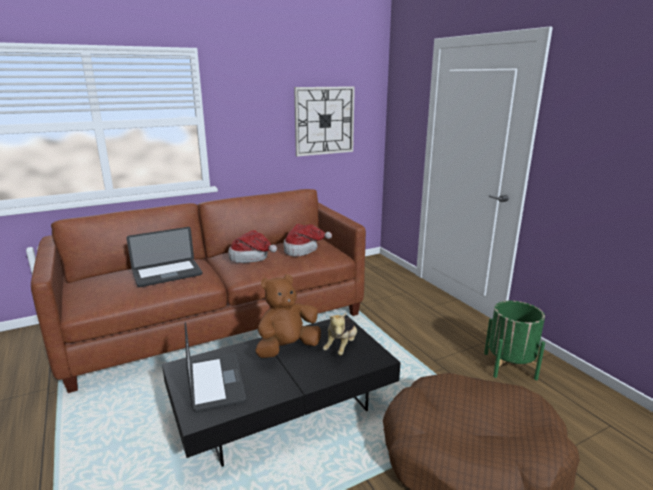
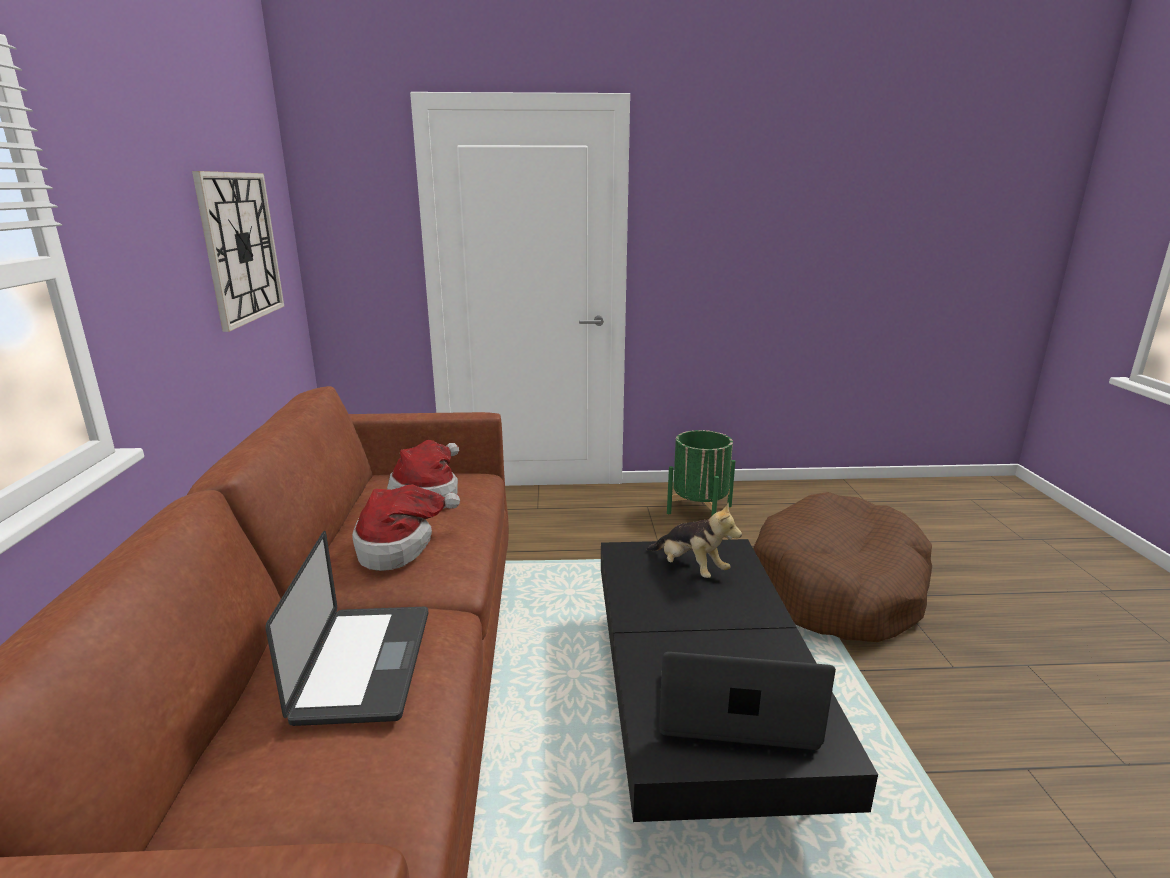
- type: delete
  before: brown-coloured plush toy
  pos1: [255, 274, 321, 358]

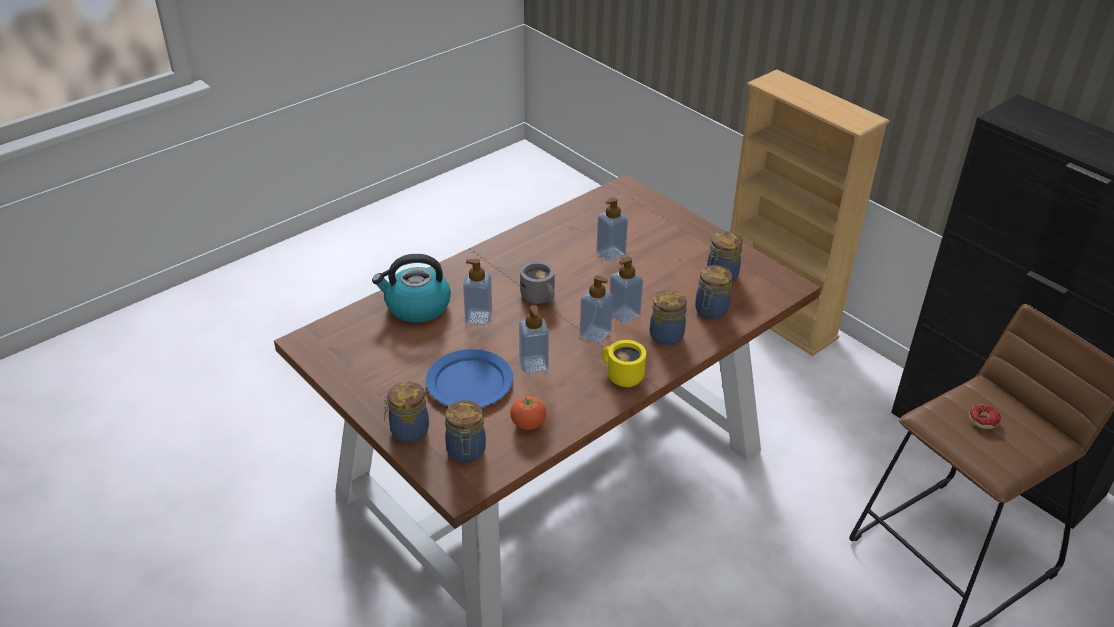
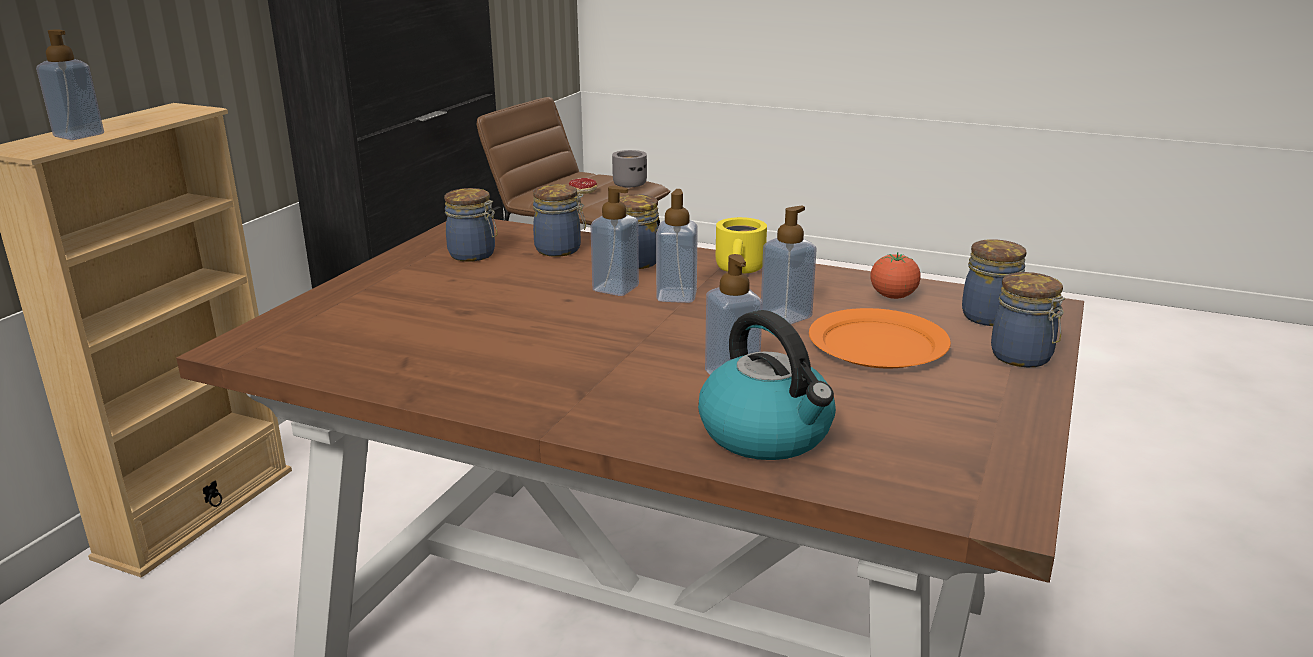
- type: recolor
  before: bluish dinner plate
  after: orange dinner plate
  pos1: [426, 349, 513, 407]
  pos2: [809, 308, 951, 368]
- type: move
  before: greyish mug
  pos1: [520, 261, 555, 304]
  pos2: [612, 150, 647, 187]
- type: move
  before: liquid soap bottle
  pos1: [597, 197, 628, 261]
  pos2: [36, 29, 104, 140]

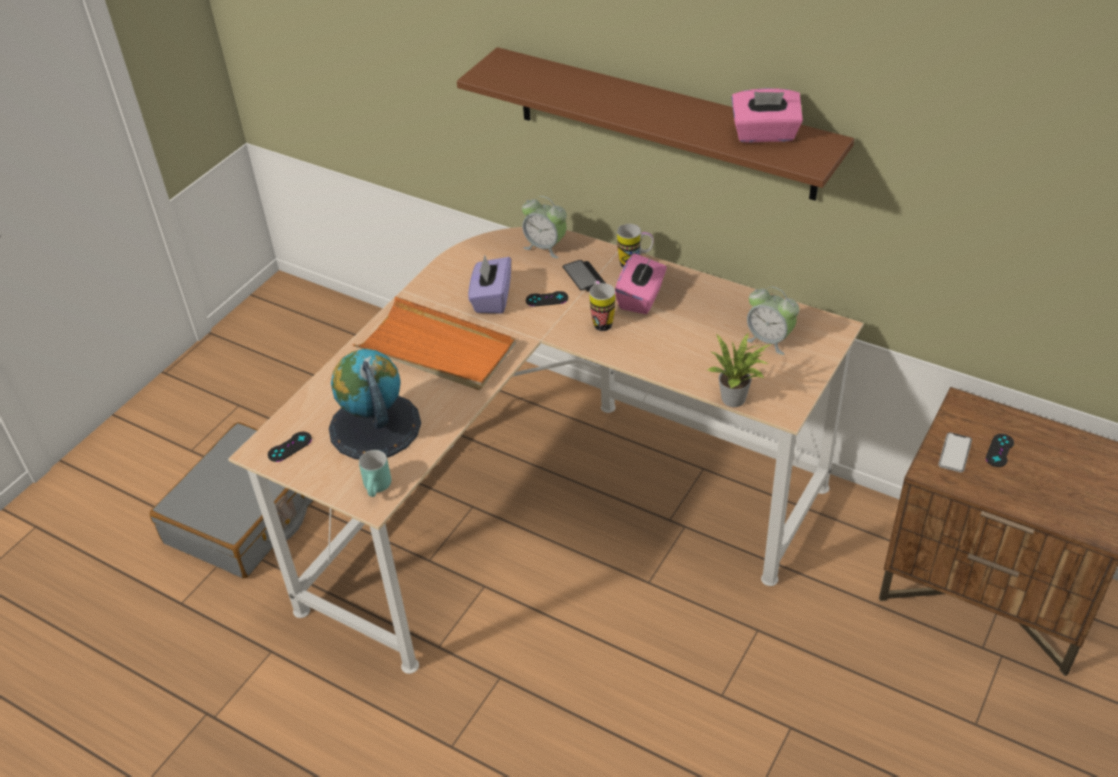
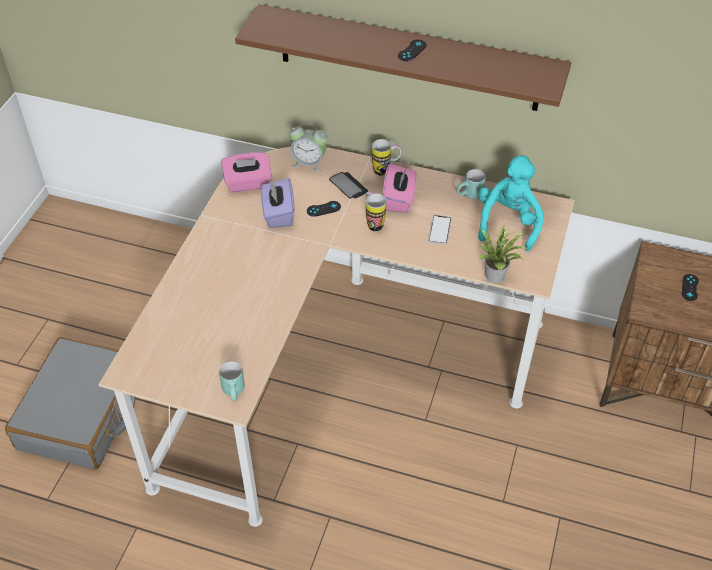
- type: move
  before: blackish gamepad
  pos1: [268, 432, 312, 462]
  pos2: [398, 40, 427, 61]
- type: delete
  before: desk globe
  pos1: [329, 349, 421, 459]
- type: delete
  before: orange serving tray
  pos1: [352, 296, 516, 390]
- type: move
  before: pinkish box of tissues
  pos1: [732, 88, 803, 143]
  pos2: [221, 152, 272, 192]
- type: replace
  before: bedside clock
  after: turquoise-coloured plush toy
  pos1: [747, 287, 799, 355]
  pos2: [478, 155, 544, 251]
- type: move
  before: phone
  pos1: [938, 432, 972, 472]
  pos2: [428, 215, 452, 244]
- type: insert
  after: turquoise-coloured mug
  pos2: [456, 169, 486, 199]

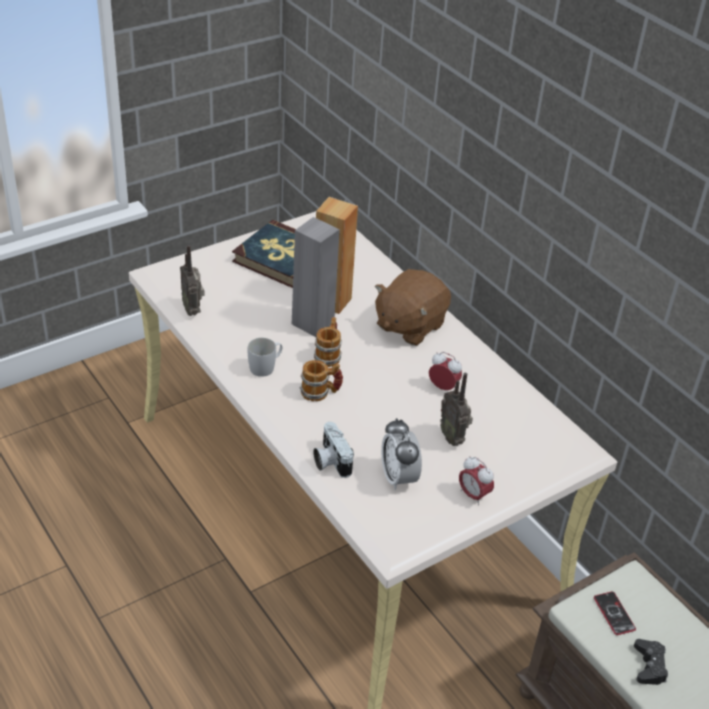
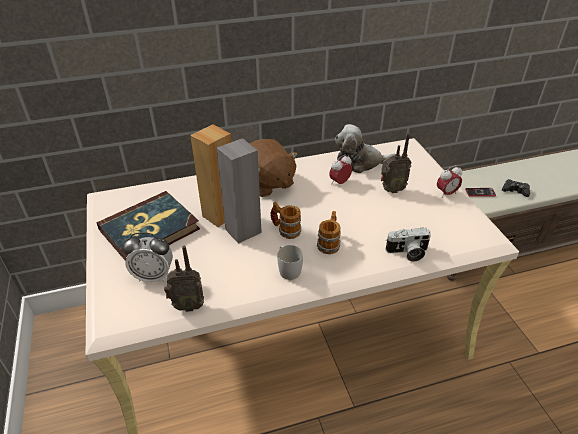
- type: move
  before: bedside clock
  pos1: [381, 418, 422, 490]
  pos2: [122, 232, 173, 282]
- type: insert
  after: plush toy
  pos2: [335, 124, 395, 173]

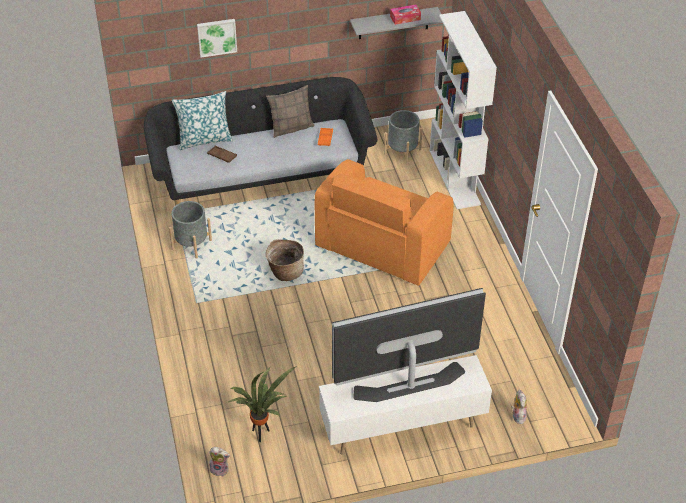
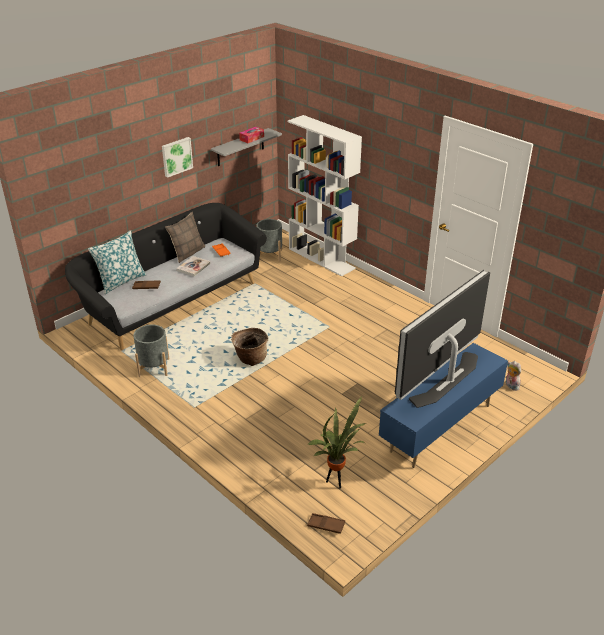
- type: move
  before: wall picture
  pos1: [197, 19, 237, 58]
  pos2: [162, 137, 193, 178]
- type: replace
  before: plush toy
  after: brown-coloured serving tray
  pos1: [209, 447, 230, 476]
  pos2: [307, 513, 345, 534]
- type: delete
  before: orange easy chair
  pos1: [315, 159, 454, 286]
- type: recolor
  before: white media console
  after: bluish media console
  pos1: [319, 355, 492, 455]
  pos2: [379, 343, 508, 468]
- type: insert
  after: volume
  pos2: [176, 256, 211, 276]

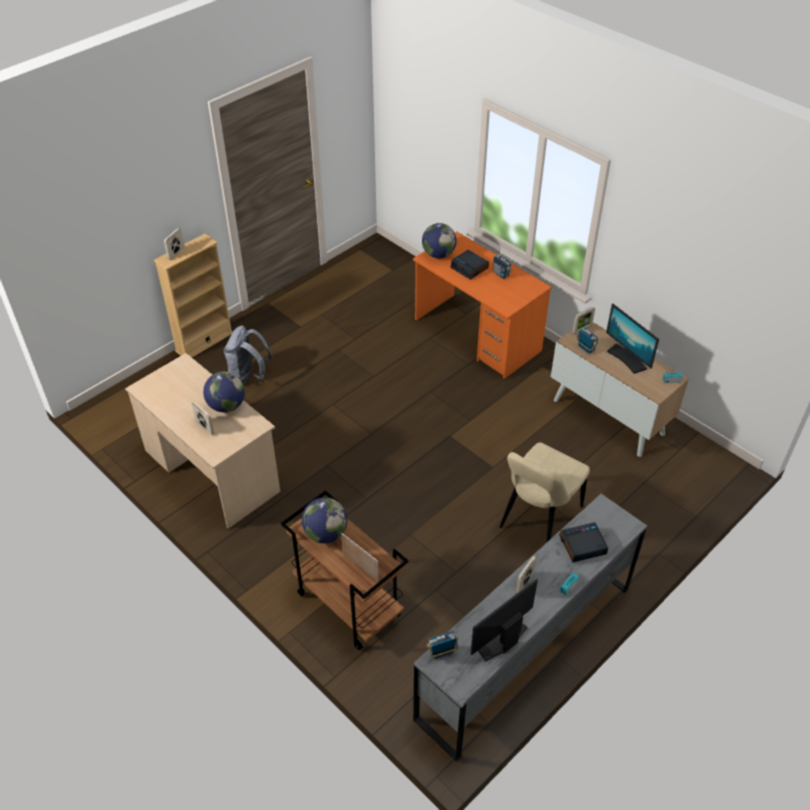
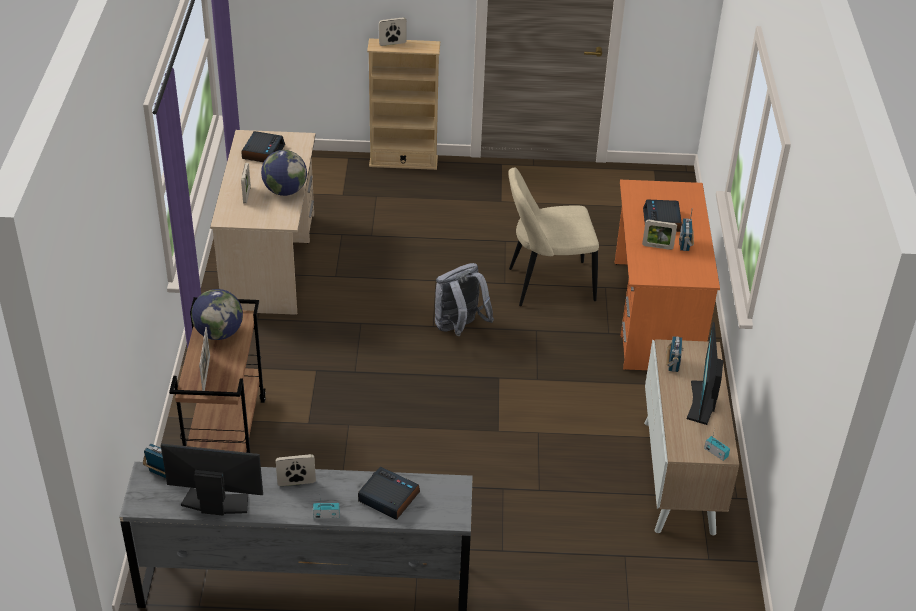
- type: move
  before: greyish knapsack
  pos1: [223, 326, 273, 385]
  pos2: [435, 263, 494, 336]
- type: delete
  before: desk globe
  pos1: [422, 223, 457, 258]
- type: move
  before: beige plain chair
  pos1: [500, 442, 590, 543]
  pos2: [509, 168, 599, 306]
- type: move
  before: picture frame
  pos1: [572, 307, 595, 335]
  pos2: [642, 220, 677, 250]
- type: insert
  after: bedside clock
  pos2: [241, 131, 285, 162]

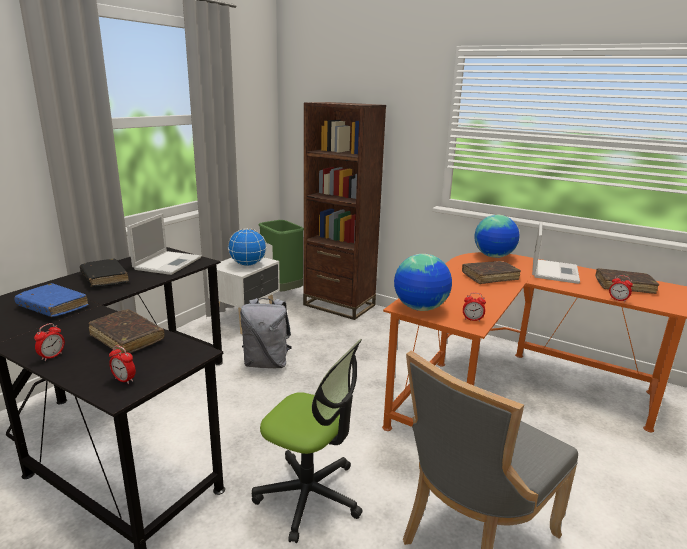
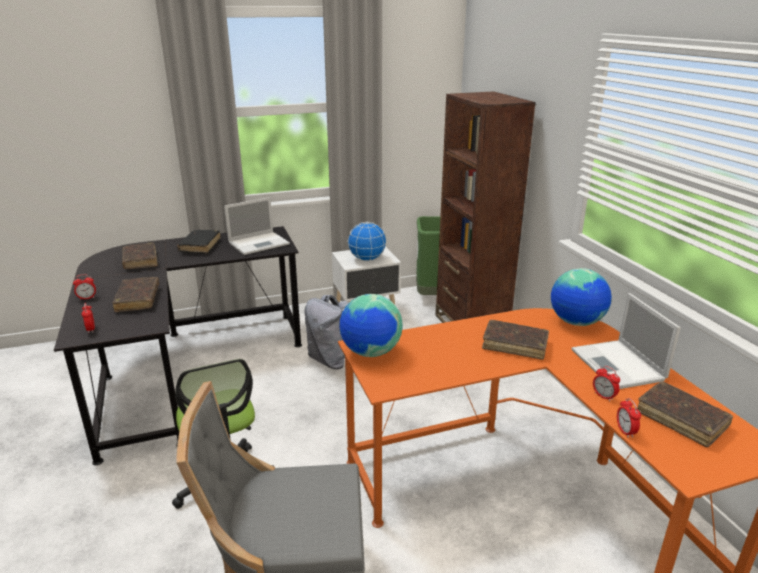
- type: recolor
  before: bluish volume
  after: brown-coloured volume
  pos1: [14, 283, 89, 317]
  pos2: [122, 242, 158, 269]
- type: move
  before: bedside clock
  pos1: [463, 293, 486, 322]
  pos2: [593, 366, 620, 401]
- type: rotate
  before: laptop
  pos1: [532, 222, 580, 284]
  pos2: [571, 293, 681, 389]
  turn: 105

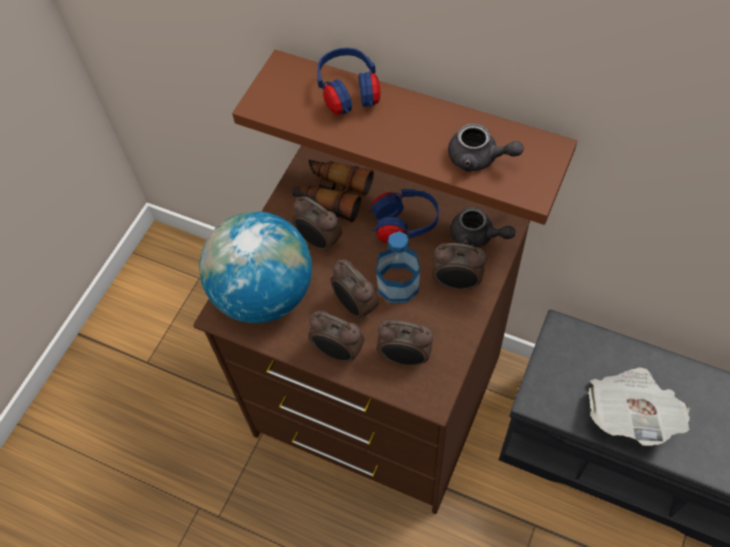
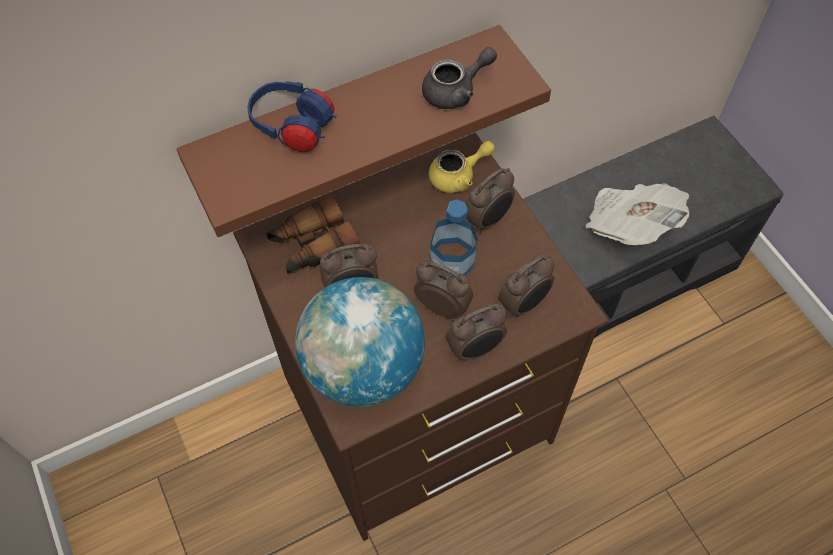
- type: rotate
  before: bedside clock
  pos1: [331, 260, 379, 320]
  pos2: [414, 260, 473, 320]
  turn: -150
- type: delete
  before: bluish headset
  pos1: [369, 189, 439, 243]
- type: recolor
  before: greyish tea pot
  after: yellowish tea pot
  pos1: [450, 207, 515, 247]
  pos2: [429, 141, 495, 193]

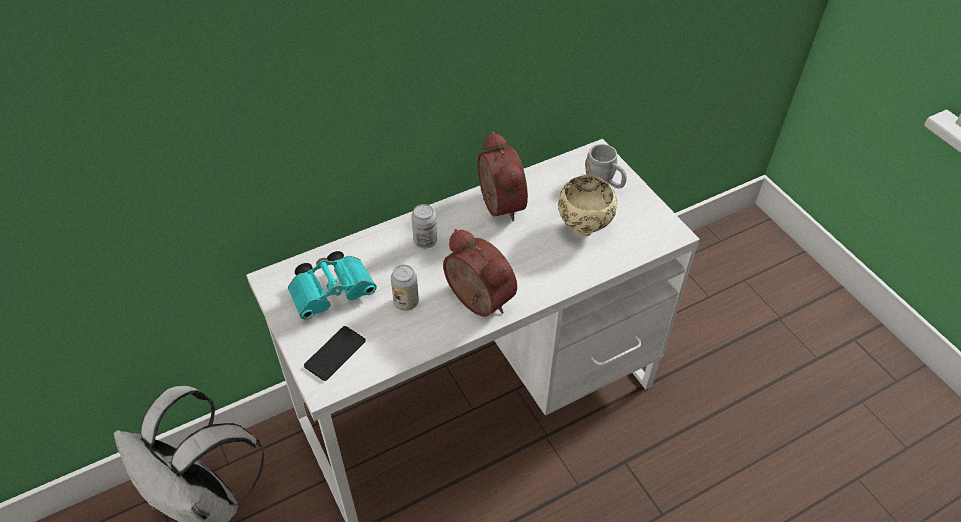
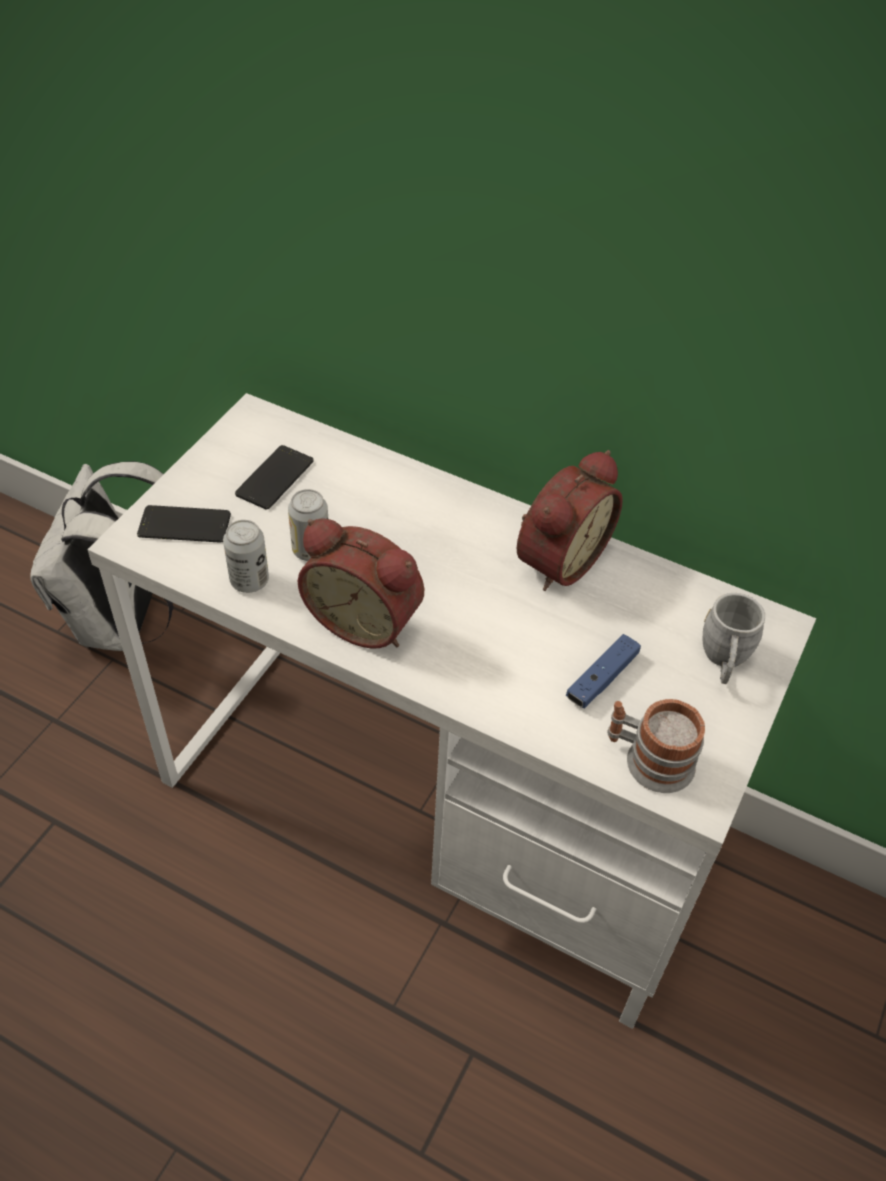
- type: replace
  before: turquoise-coloured field glasses
  after: phone
  pos1: [288, 251, 377, 320]
  pos2: [235, 445, 314, 509]
- type: move
  before: sealed can
  pos1: [411, 204, 437, 249]
  pos2: [223, 520, 269, 593]
- type: rotate
  before: bedside clock
  pos1: [443, 229, 517, 317]
  pos2: [298, 518, 424, 648]
  turn: 105
- type: replace
  before: beige serving bowl
  after: bluish gamepad
  pos1: [558, 175, 617, 236]
  pos2: [566, 634, 641, 709]
- type: insert
  after: mug
  pos2: [607, 699, 705, 793]

